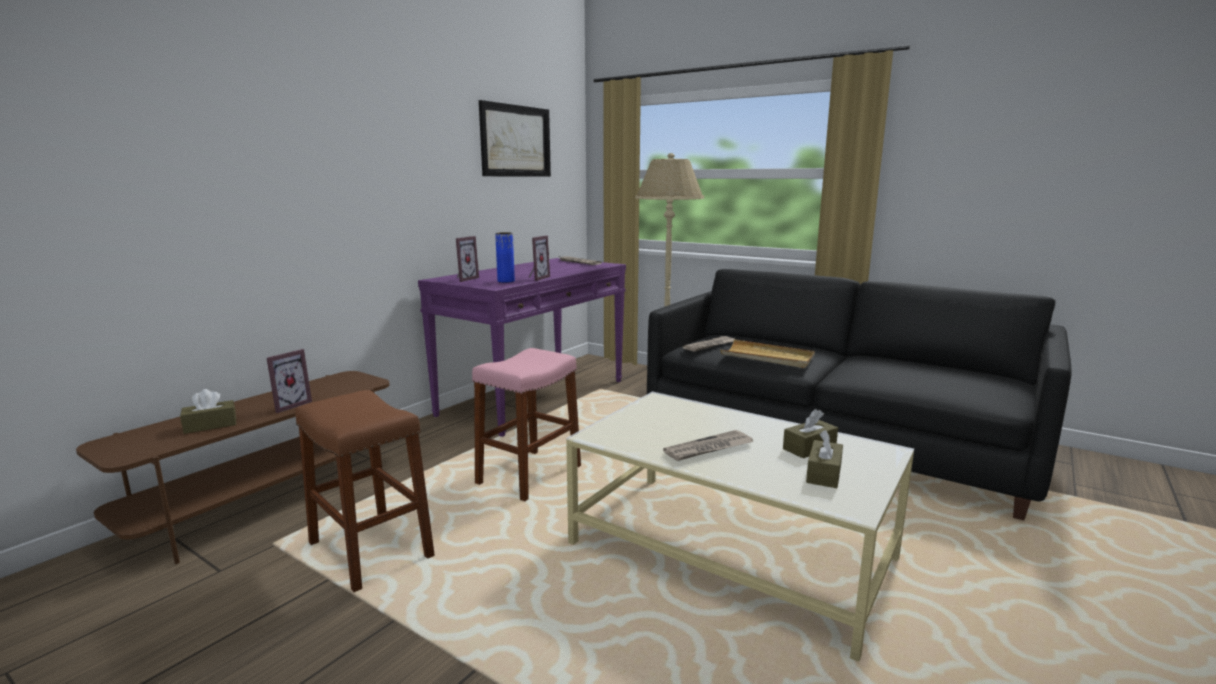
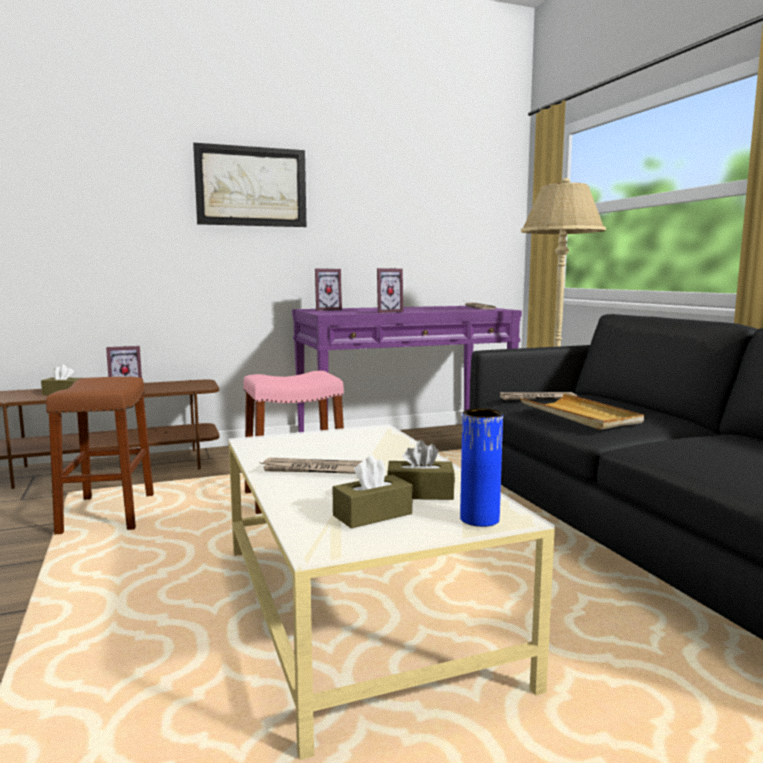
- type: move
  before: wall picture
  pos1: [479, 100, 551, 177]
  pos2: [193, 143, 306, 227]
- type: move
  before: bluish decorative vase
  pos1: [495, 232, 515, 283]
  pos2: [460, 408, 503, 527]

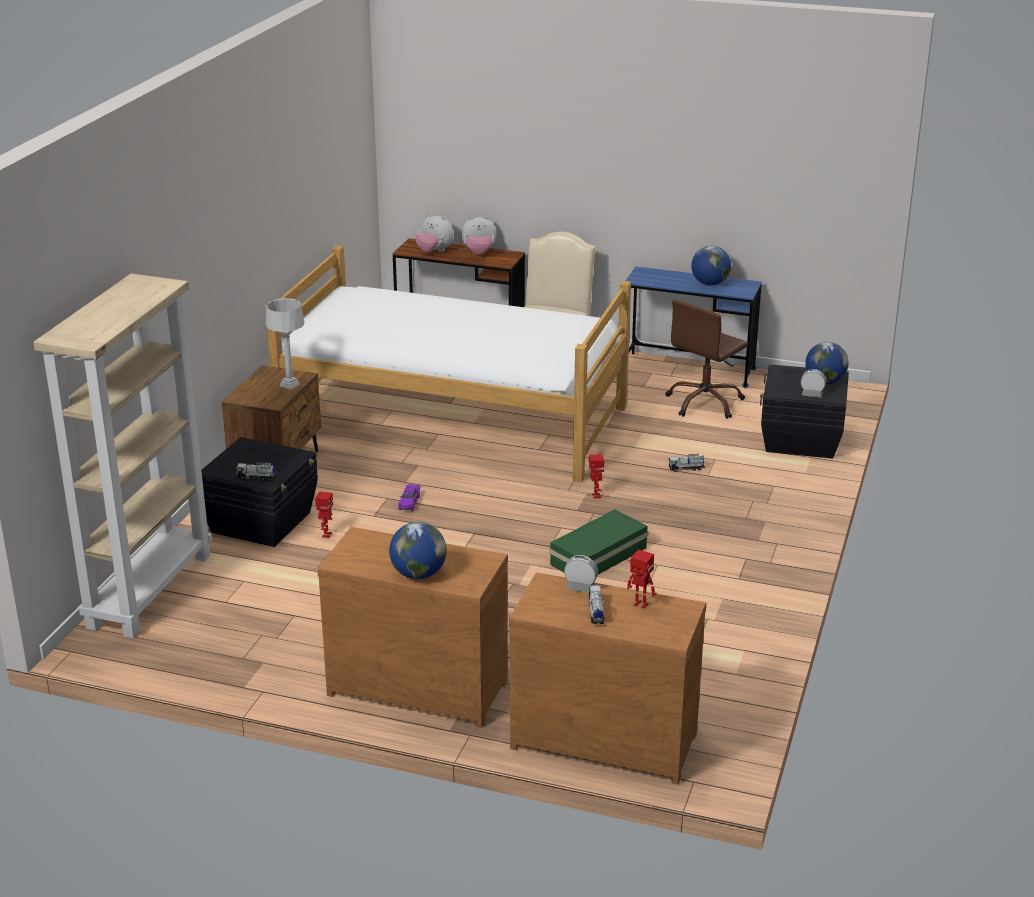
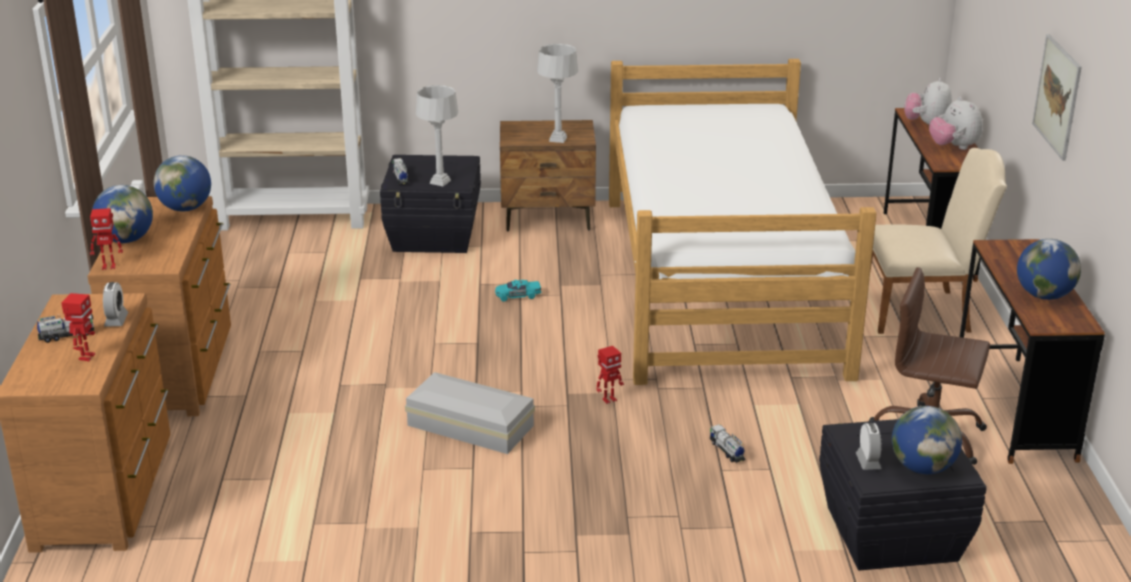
- type: move
  before: robot figure
  pos1: [315, 491, 333, 538]
  pos2: [90, 208, 123, 270]
- type: recolor
  before: purple toy car
  after: turquoise-coloured toy car
  pos1: [398, 484, 420, 511]
  pos2: [495, 280, 542, 302]
- type: recolor
  before: greenish storage box
  after: white storage box
  pos1: [549, 509, 649, 575]
  pos2: [405, 372, 535, 454]
- type: recolor
  before: bluish desk unit
  after: brown-coloured desk unit
  pos1: [626, 266, 762, 388]
  pos2: [960, 239, 1105, 464]
- type: insert
  after: desk globe
  pos2: [154, 155, 211, 211]
- type: insert
  after: greyish tabletop lamp
  pos2: [416, 85, 458, 186]
- type: insert
  after: wall picture
  pos2: [1032, 34, 1082, 161]

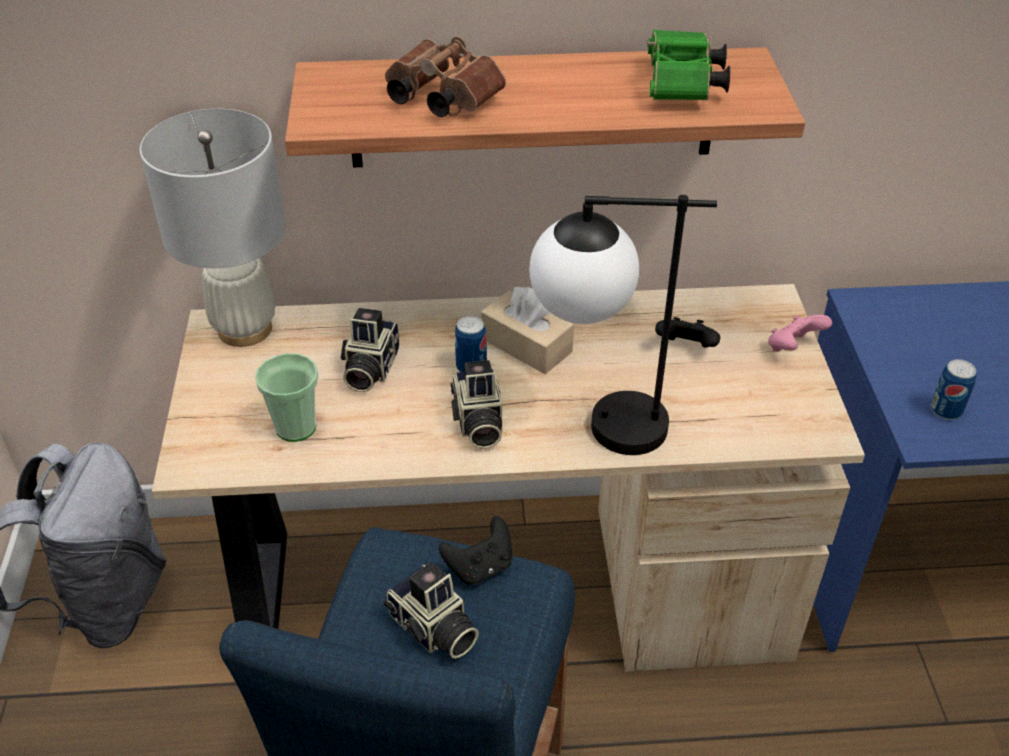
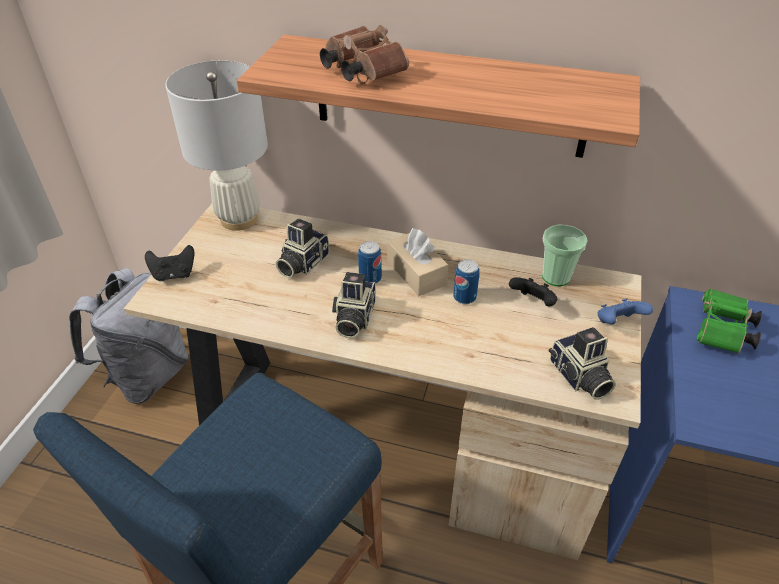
- type: move
  before: cup
  pos1: [255, 353, 319, 442]
  pos2: [542, 225, 588, 286]
- type: move
  before: still camera
  pos1: [384, 562, 479, 659]
  pos2: [549, 327, 616, 399]
- type: move
  before: blackish gamepad
  pos1: [439, 516, 512, 585]
  pos2: [145, 245, 194, 281]
- type: delete
  before: tabletop lamp
  pos1: [529, 195, 717, 455]
- type: move
  before: greenish field glasses
  pos1: [647, 29, 730, 100]
  pos2: [697, 289, 762, 353]
- type: recolor
  before: pinkish gamepad
  after: bluish gamepad
  pos1: [768, 315, 832, 352]
  pos2: [598, 298, 653, 324]
- type: move
  before: sealed can
  pos1: [930, 359, 977, 420]
  pos2: [453, 259, 480, 304]

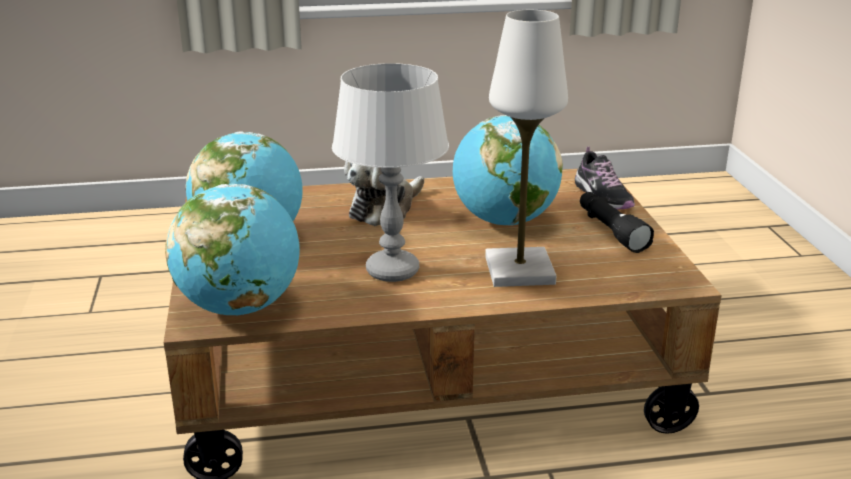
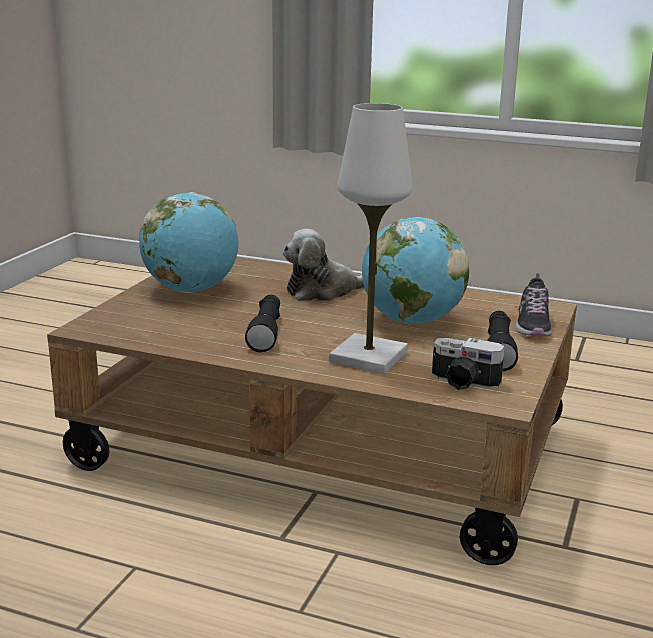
- type: delete
  before: desk globe
  pos1: [165, 184, 300, 315]
- type: replace
  before: greyish tabletop lamp
  after: blackish torch
  pos1: [332, 63, 449, 282]
  pos2: [245, 295, 280, 352]
- type: insert
  after: still camera
  pos2: [432, 338, 505, 390]

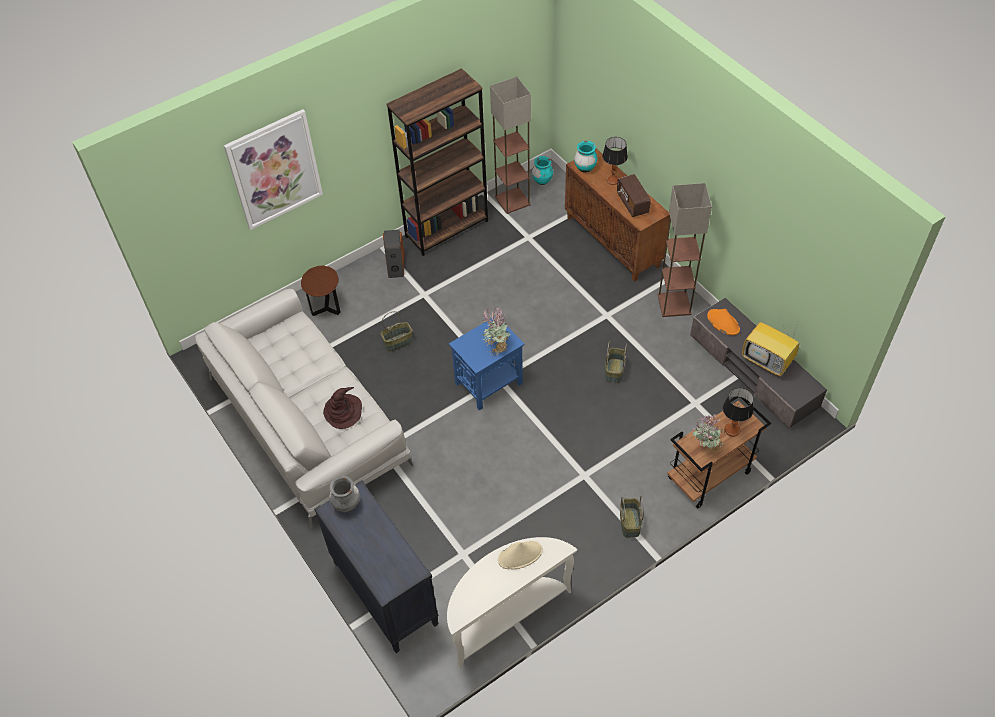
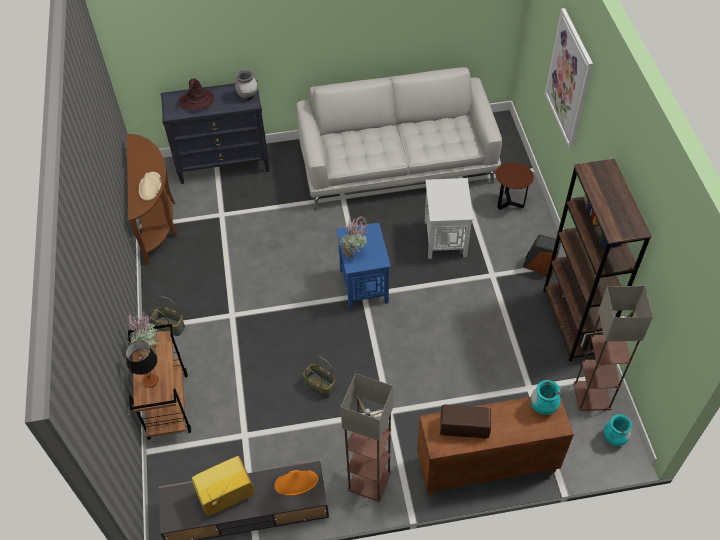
- type: move
  before: brown-coloured hat
  pos1: [323, 387, 362, 429]
  pos2: [179, 78, 214, 110]
- type: replace
  before: basket
  after: white side table
  pos1: [381, 311, 413, 352]
  pos2: [425, 178, 474, 259]
- type: recolor
  before: white console table
  after: brown-coloured console table
  pos1: [447, 537, 577, 669]
  pos2: [127, 134, 178, 265]
- type: delete
  before: tabletop lamp
  pos1: [602, 137, 628, 185]

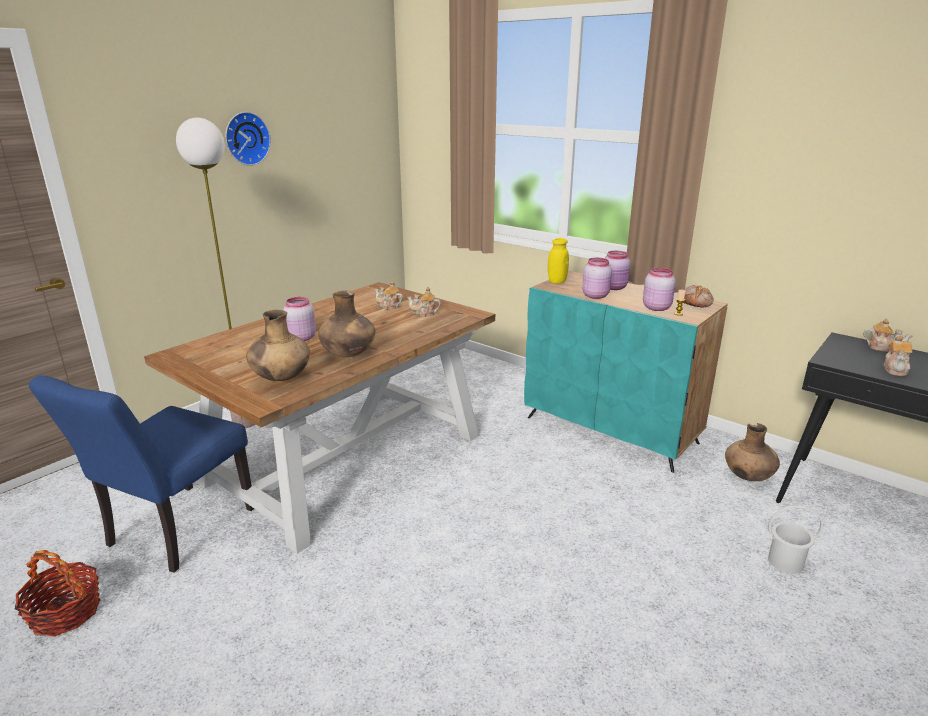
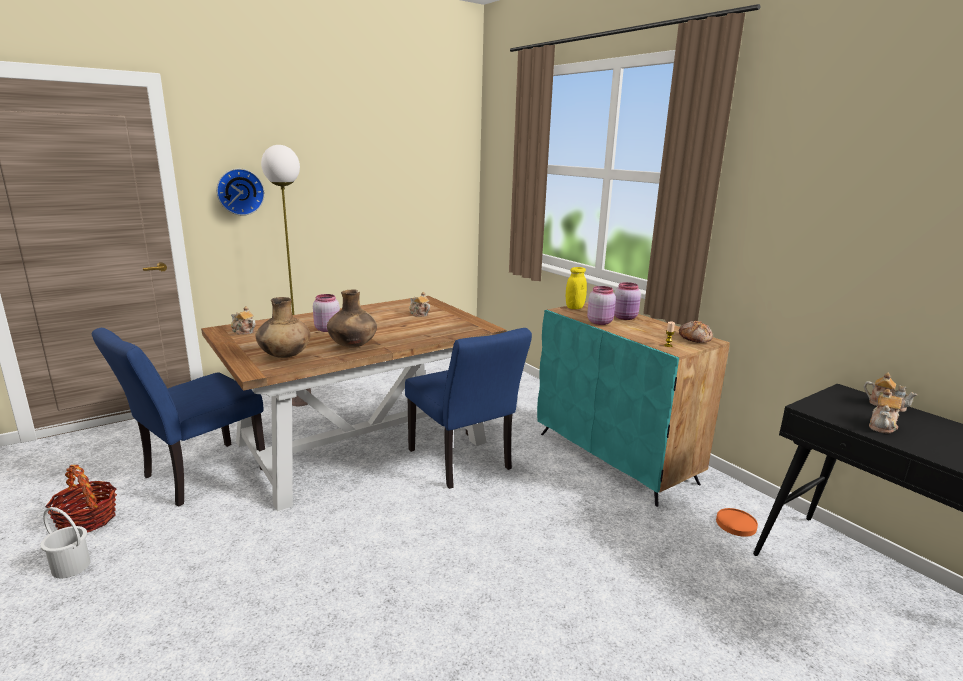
- type: move
  before: hanging clock
  pos1: [225, 112, 271, 166]
  pos2: [217, 169, 265, 215]
- type: move
  before: tea pot
  pos1: [407, 287, 441, 317]
  pos2: [231, 306, 256, 334]
- type: delete
  before: pinkish jar
  pos1: [643, 268, 676, 311]
- type: replace
  before: brown-coloured decorative vase
  after: orange dinner plate
  pos1: [725, 423, 780, 481]
  pos2: [716, 508, 758, 537]
- type: move
  before: white bucket
  pos1: [768, 505, 823, 574]
  pos2: [40, 507, 91, 578]
- type: insert
  after: bluish plain chair
  pos2: [405, 328, 532, 489]

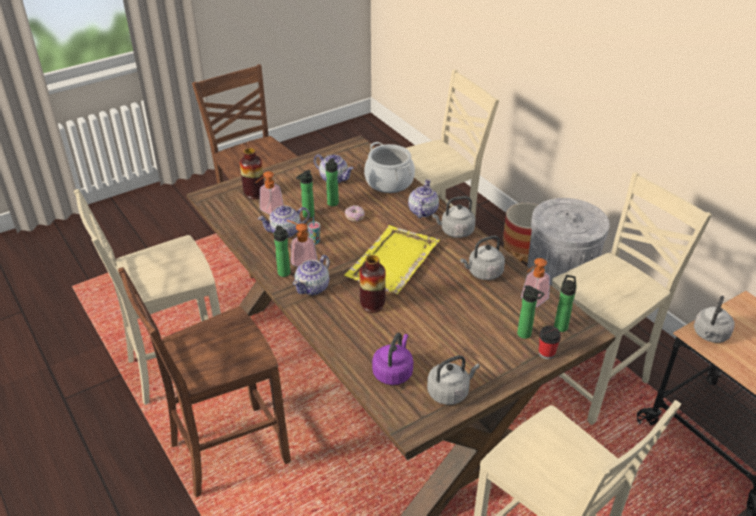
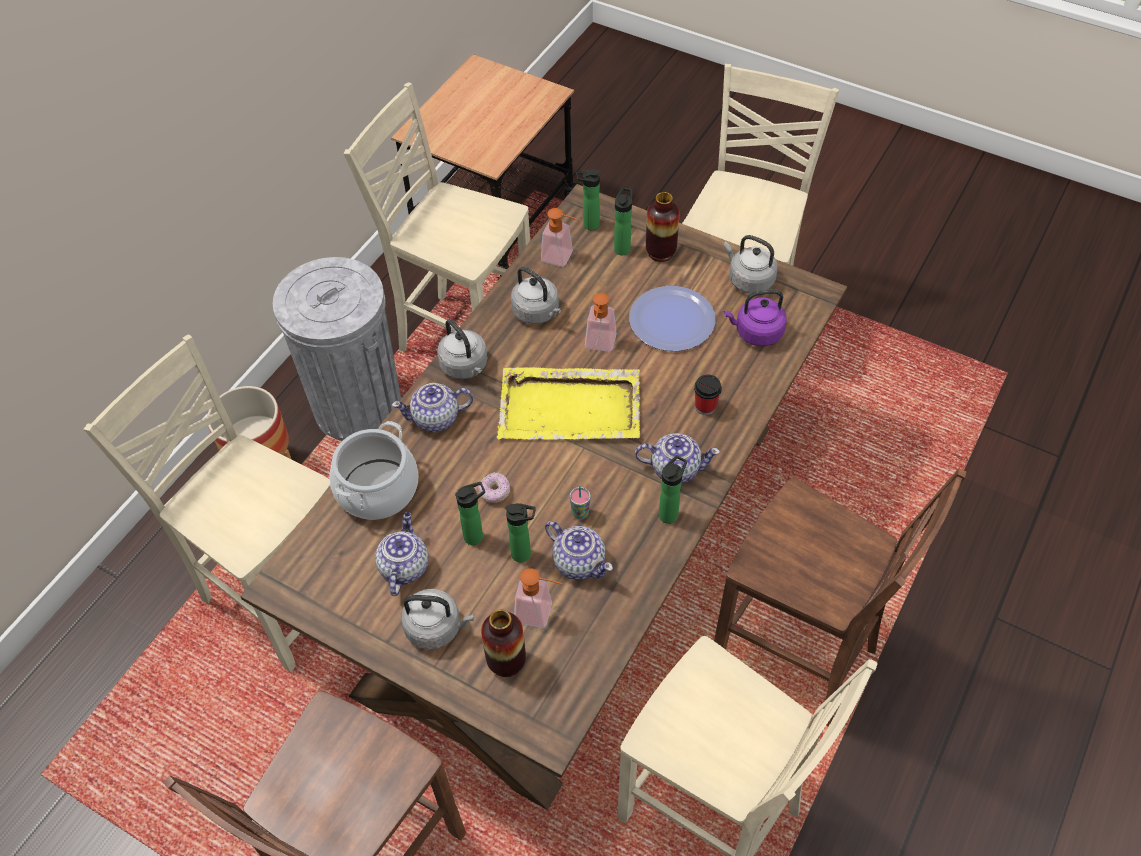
- type: move
  before: liquid soap bottle
  pos1: [287, 220, 317, 267]
  pos2: [585, 293, 617, 352]
- type: move
  before: decorative vase
  pos1: [359, 255, 386, 313]
  pos2: [646, 192, 679, 262]
- type: move
  before: cup
  pos1: [539, 326, 561, 359]
  pos2: [694, 374, 722, 415]
- type: move
  before: greyish kettle
  pos1: [694, 296, 735, 343]
  pos2: [401, 589, 474, 649]
- type: insert
  after: dinner plate
  pos2: [629, 286, 716, 351]

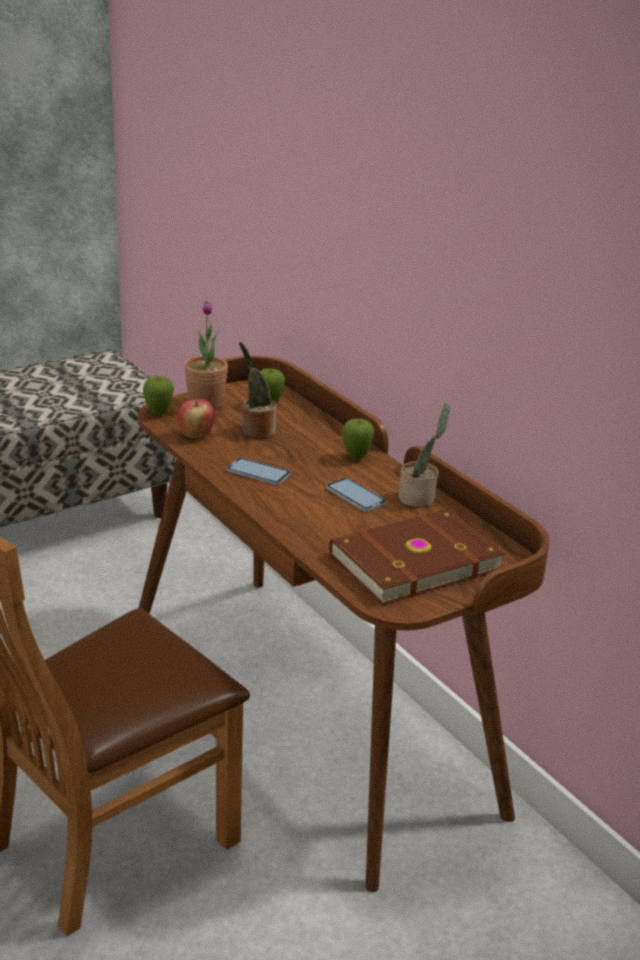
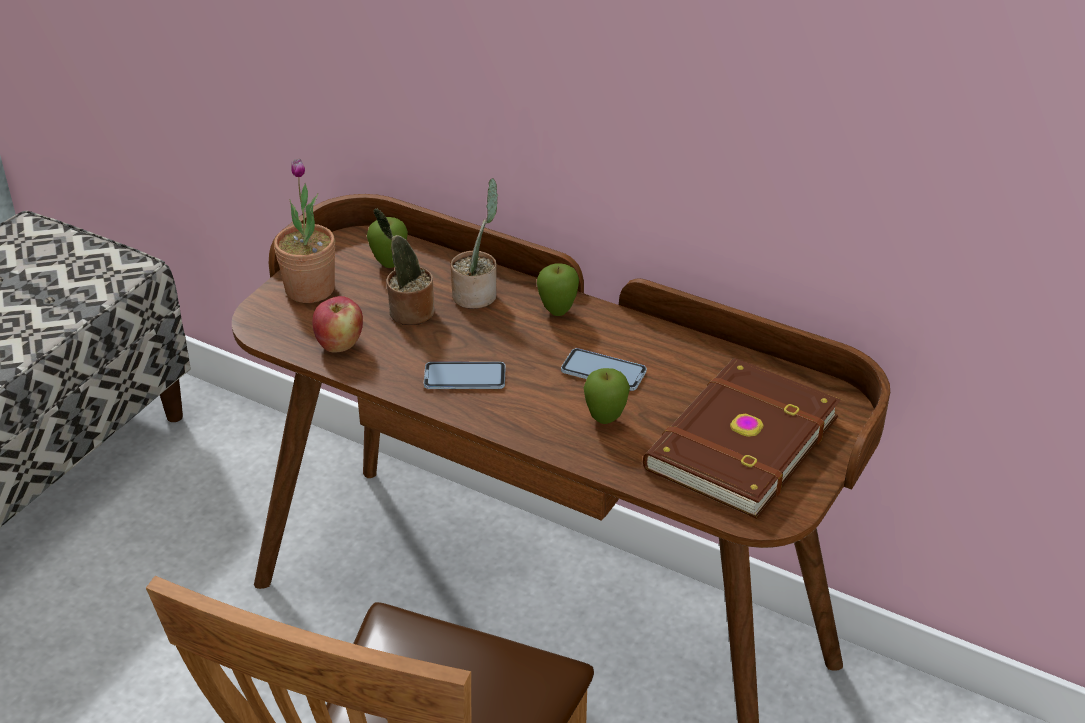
- type: move
  before: apple fruit
  pos1: [143, 376, 174, 415]
  pos2: [584, 368, 630, 424]
- type: move
  before: potted plant
  pos1: [399, 403, 450, 507]
  pos2: [450, 178, 498, 309]

